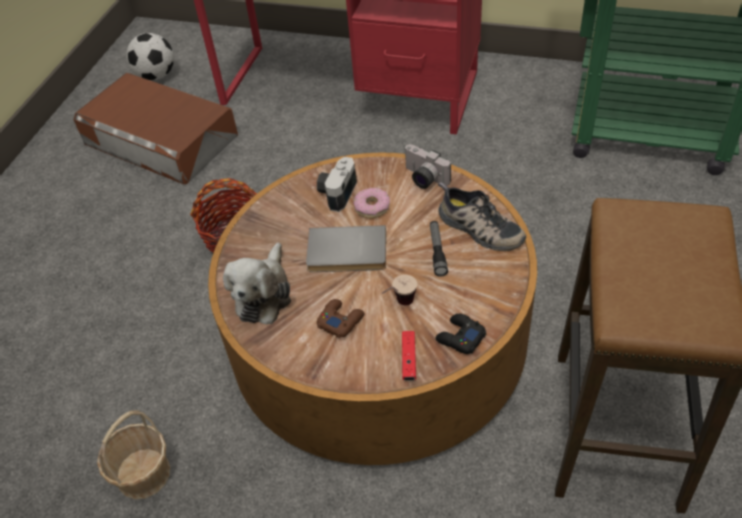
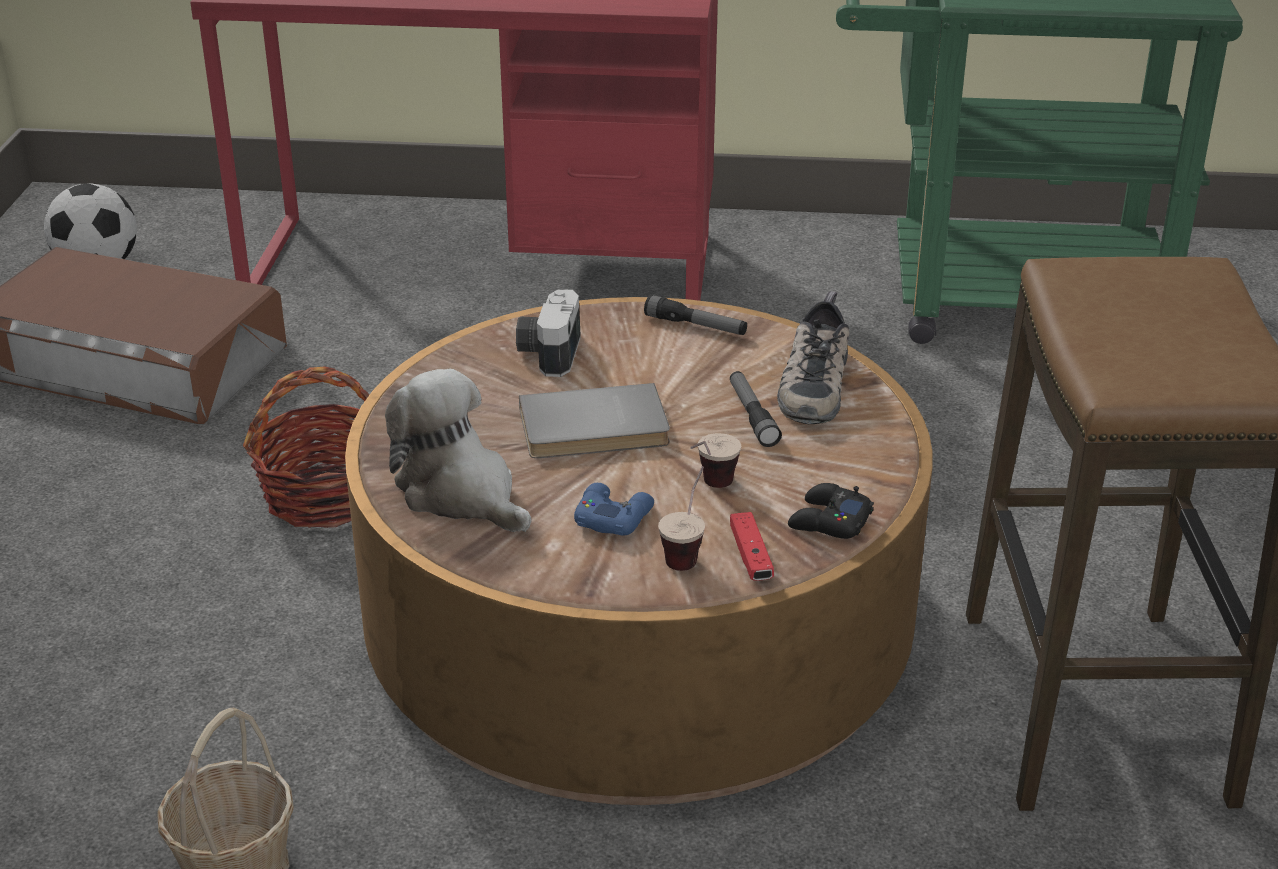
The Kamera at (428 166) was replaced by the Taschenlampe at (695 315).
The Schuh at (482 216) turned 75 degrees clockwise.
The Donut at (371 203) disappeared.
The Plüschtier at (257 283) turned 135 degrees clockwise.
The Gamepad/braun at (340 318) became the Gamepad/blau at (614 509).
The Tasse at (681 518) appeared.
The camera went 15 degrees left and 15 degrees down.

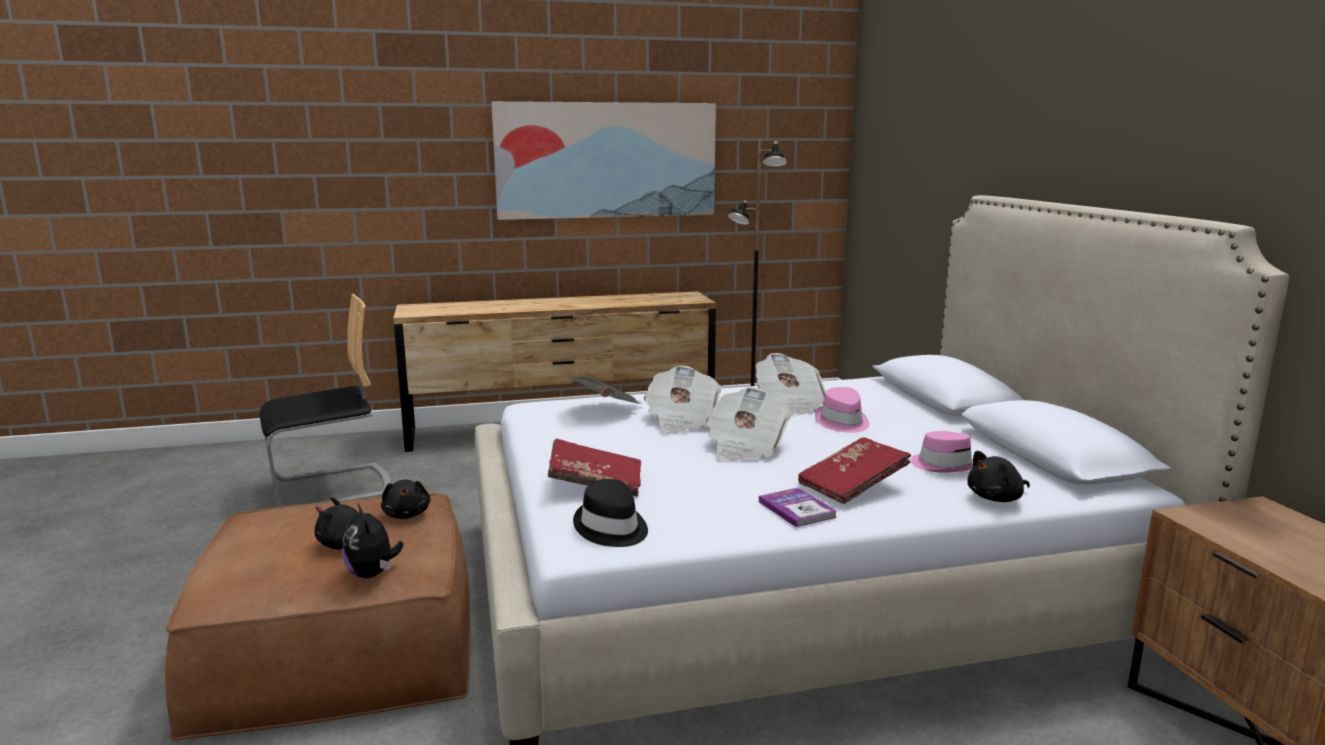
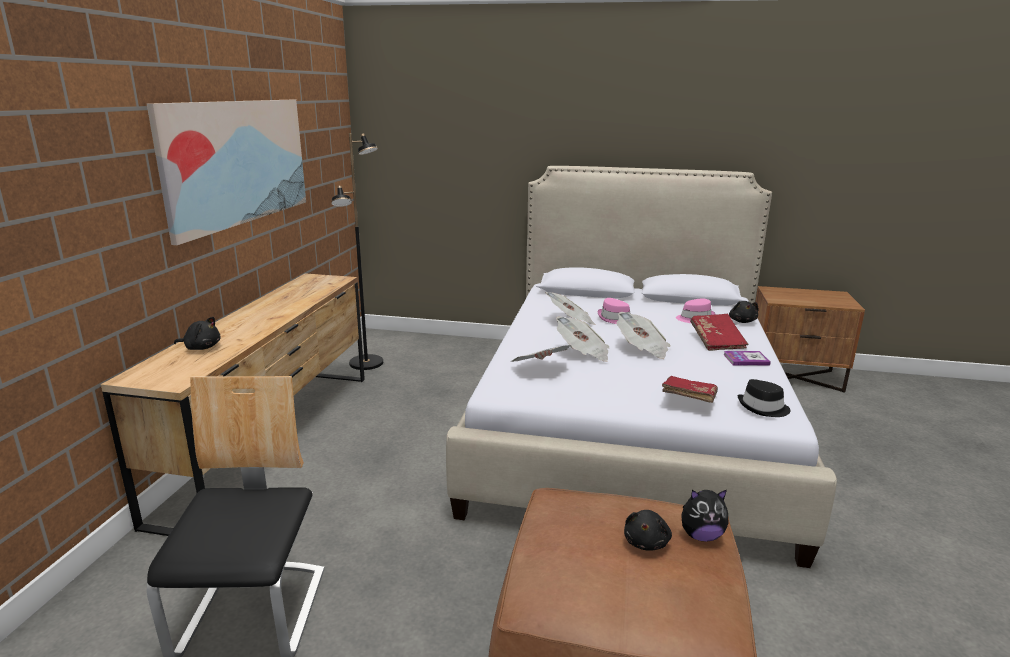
The Plüschtier/schwarz moved from (406 499) to (197 333).
The camera went 65 degrees left and 5 degrees up.

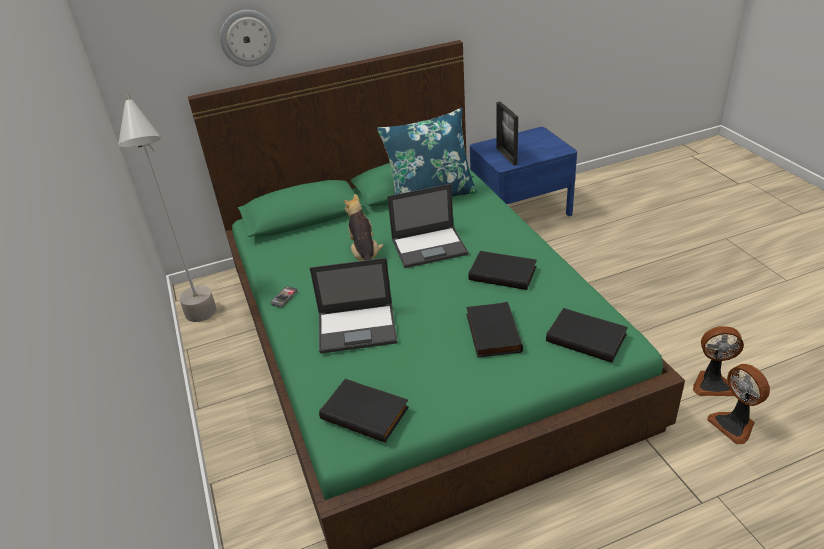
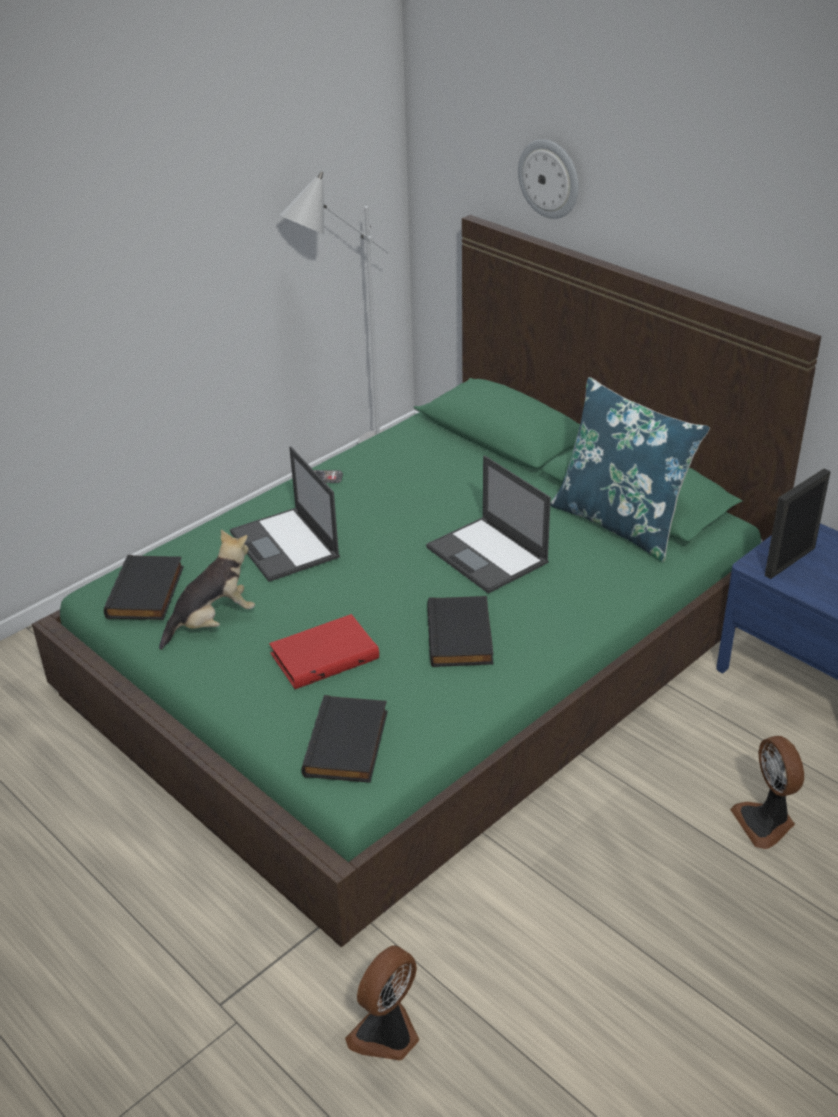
The Plüschtier moved from (363 227) to (207 590).
The Buch/schwarz at (494 330) became the Buch/rot at (324 651).
The Ventilator moved from (718 361) to (767 792).
The camera went 65 degrees right and 0 degrees up.

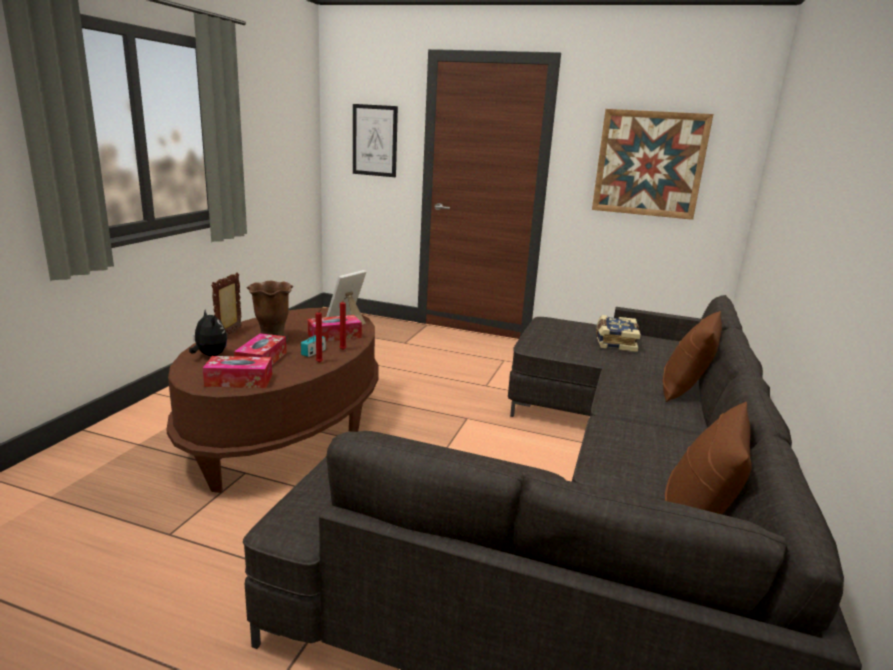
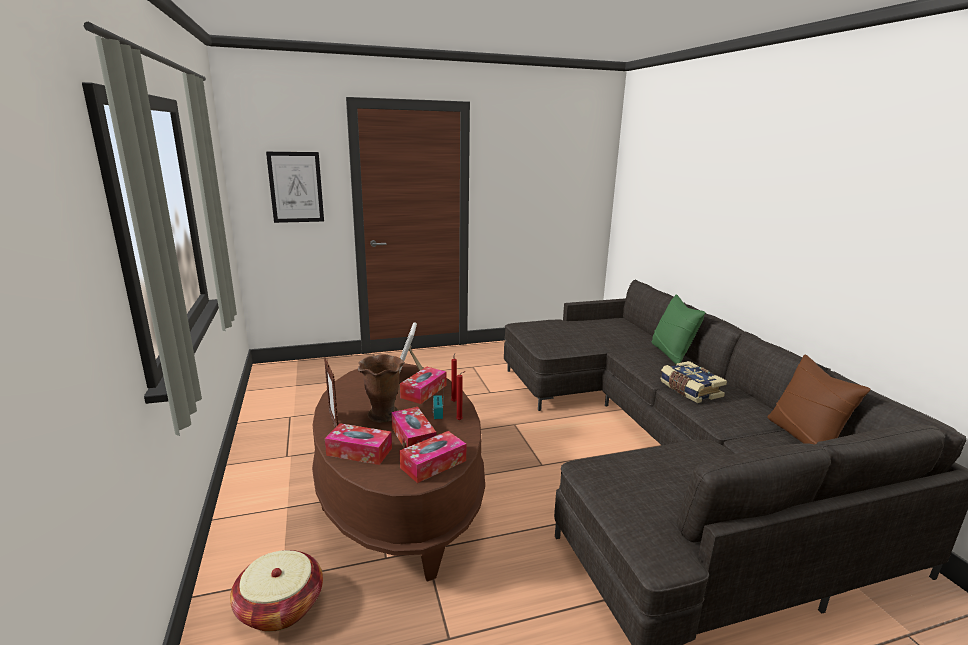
The Bild at (652 164) disappeared.
The Plüschtier at (208 332) was replaced by the Taschentuchbox at (358 444).
The Kissen/braun at (692 356) became the Kissen/grün at (679 329).
The Buch moved from (618 333) to (693 382).
The Korb at (276 591) appeared.
The camera went 35 degrees left and 0 degrees up.

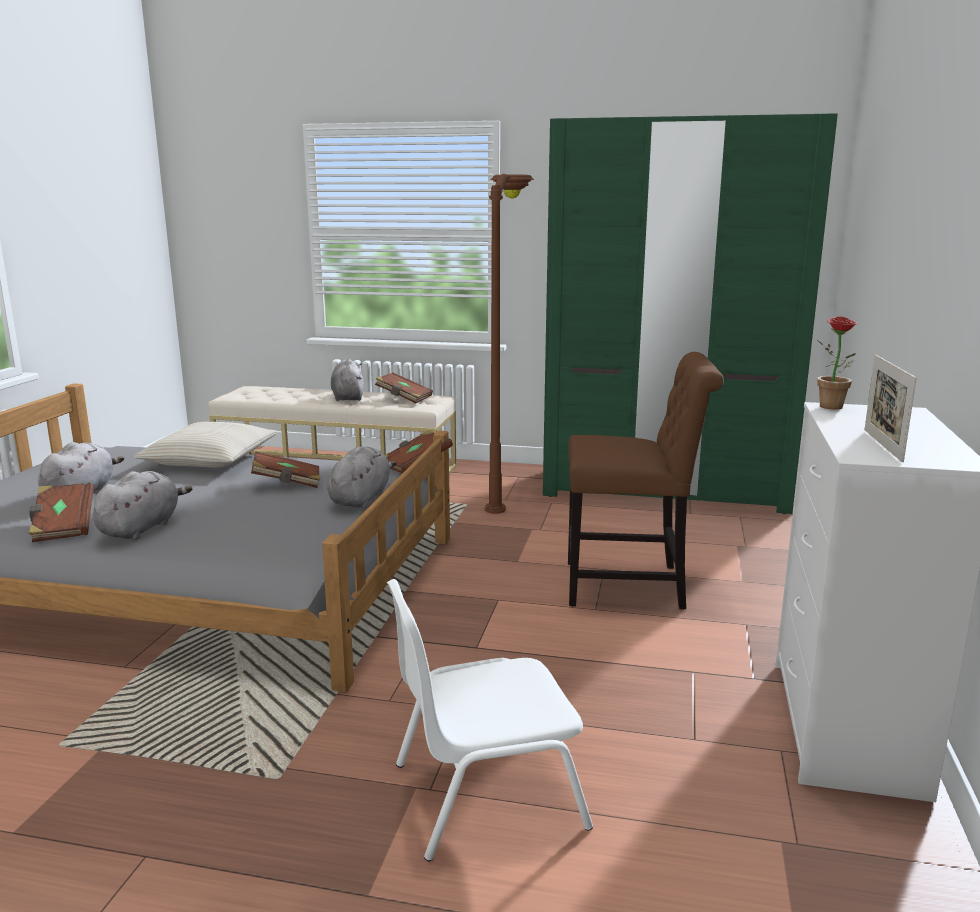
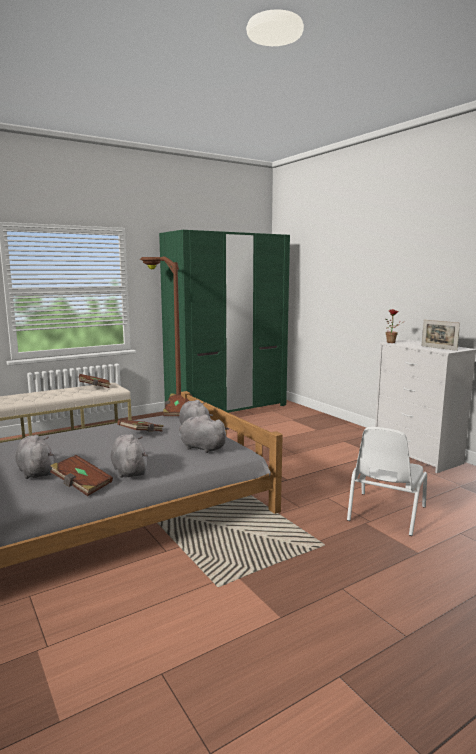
The Stuhl/braun at (646 481) disappeared.
The Plüschtier/grau moved from (347 380) to (204 434).
The Kissen/beige at (206 445) disappeared.
The camera went 45 degrees left and 5 degrees down.

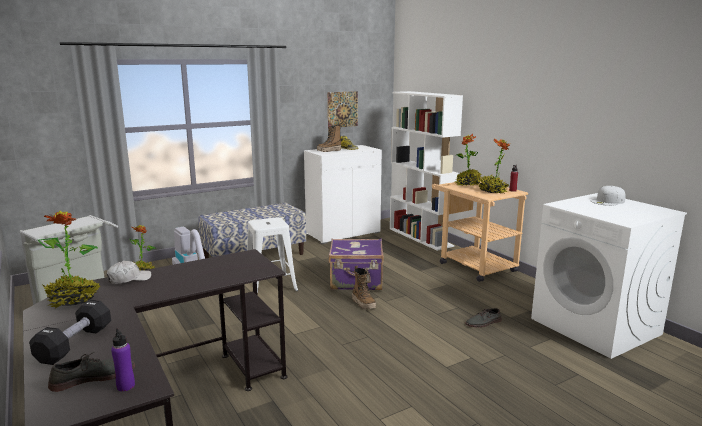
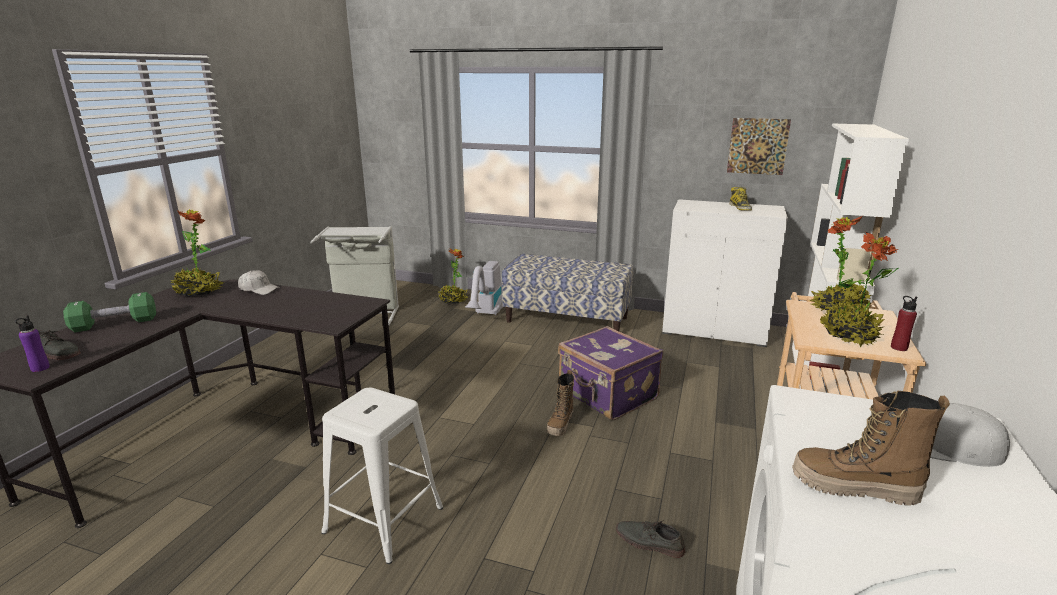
The Stiefel moved from (329 138) to (871 448).
The Hocker/weiß moved from (272 256) to (382 476).
The Hantel/schwarz at (70 332) became the Hantel/grün at (109 312).
The camera went 50 degrees right and 5 degrees up.

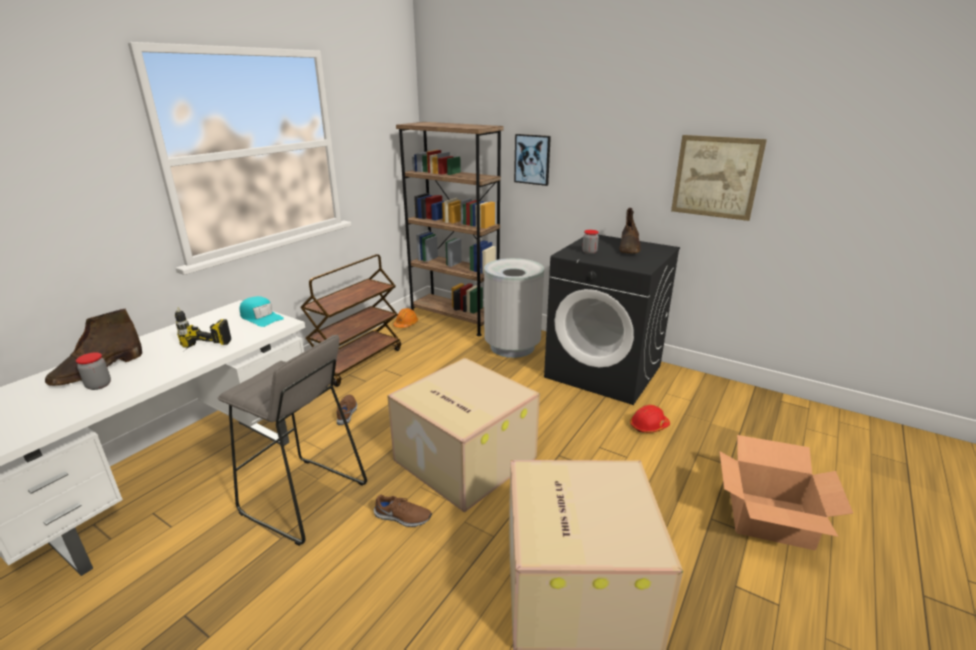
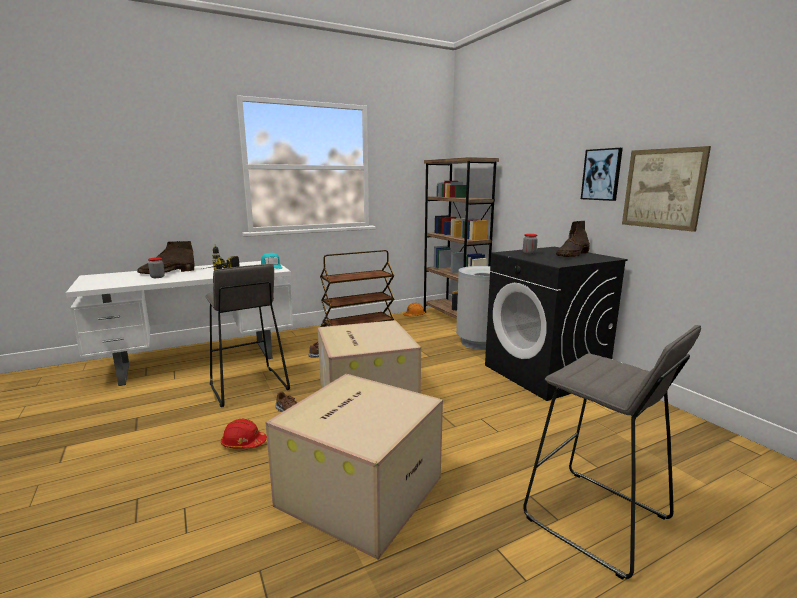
The Bild moved from (532 160) to (602 174).
The Schutzhelm/rot moved from (650 419) to (244 434).
The Karton at (786 492) was replaced by the Hocker/grau at (612 452).
The camera went 30 degrees right and 10 degrees down.

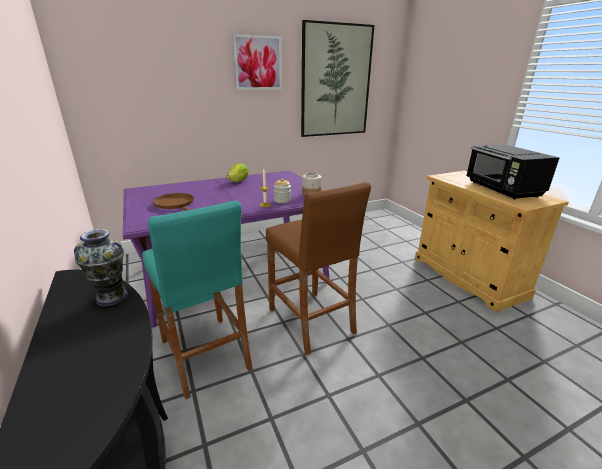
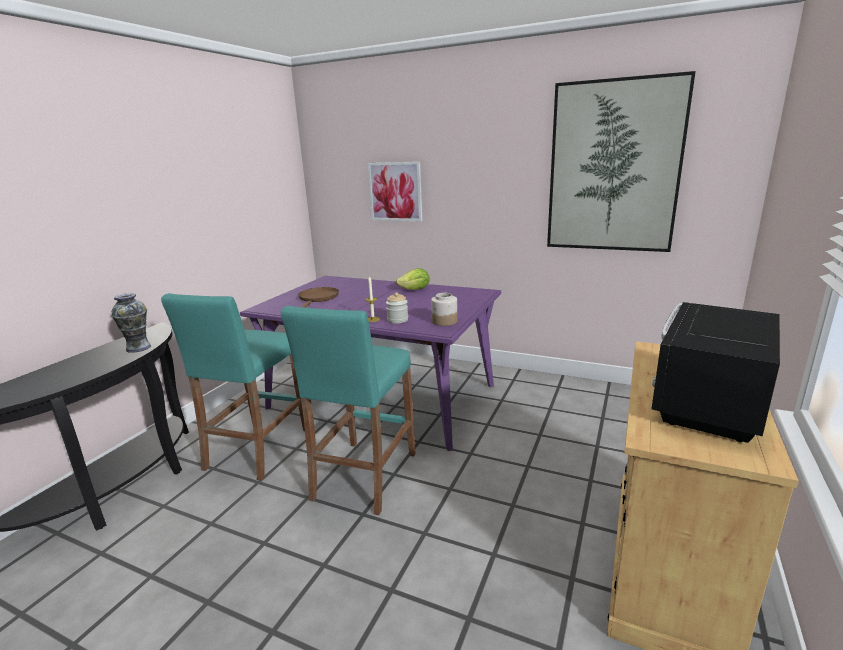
The Bild moved from (257 62) to (395 191).
The Hocker/braun at (318 268) became the Hocker/türkis at (348 410).
The camera went 50 degrees right and 5 degrees down.

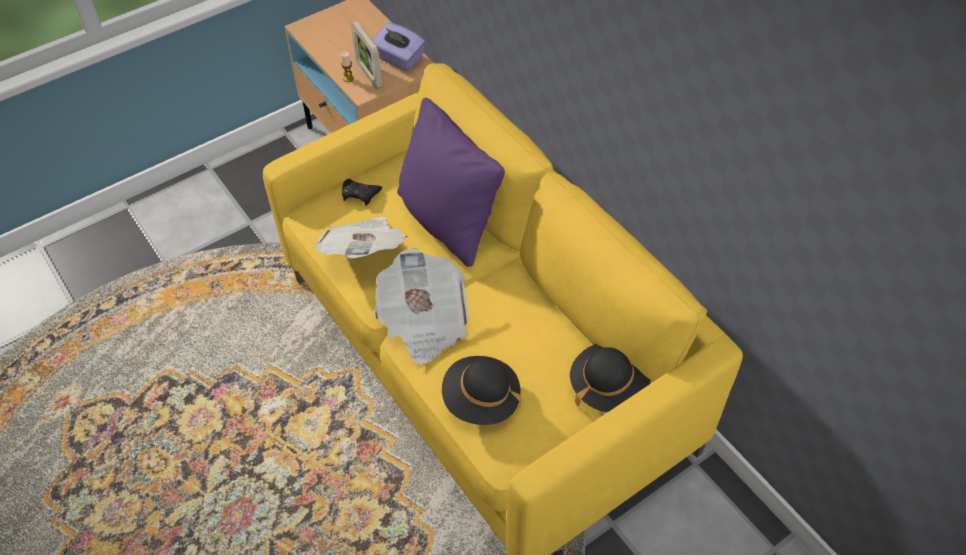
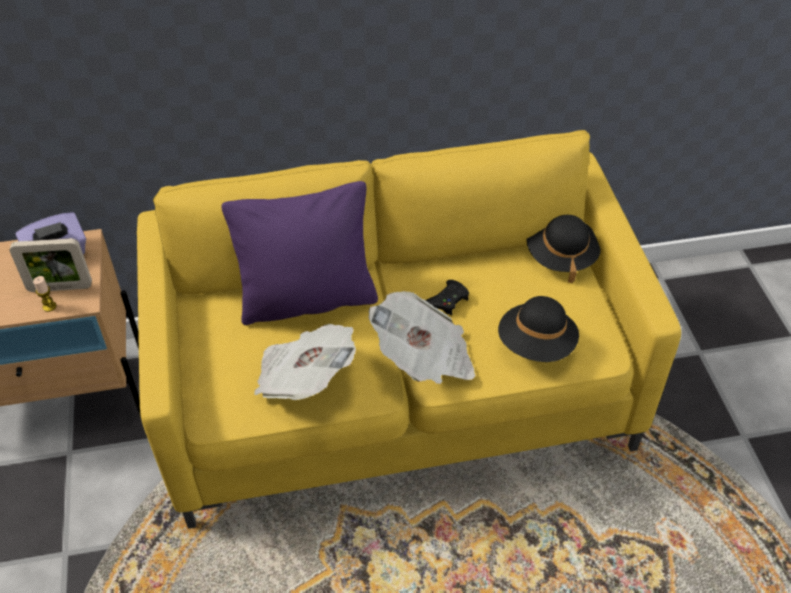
The Gamepad/schwarz moved from (362 192) to (447 297).
The camera went 65 degrees left and 5 degrees down.

